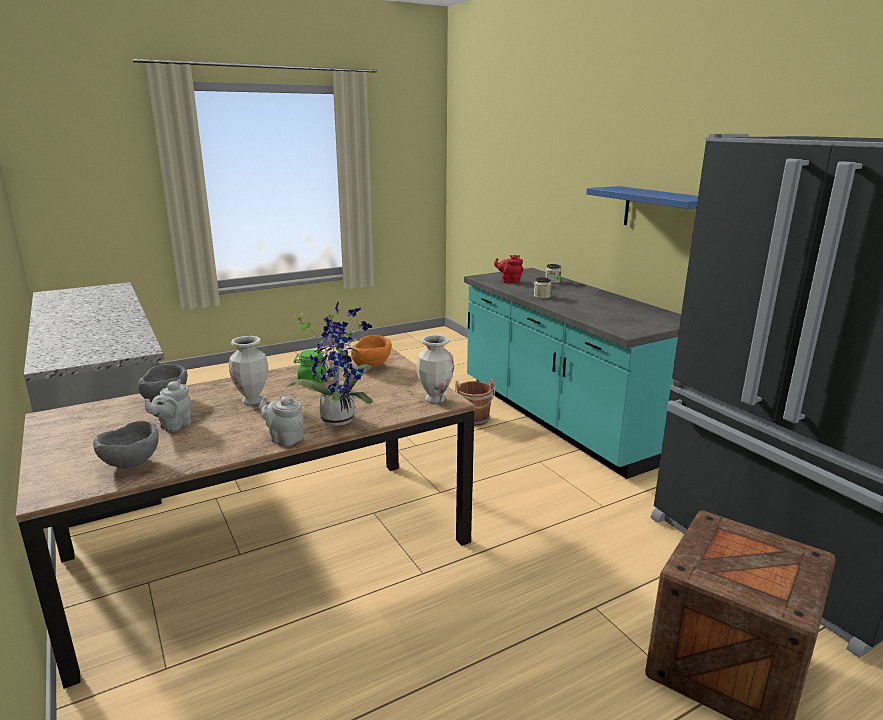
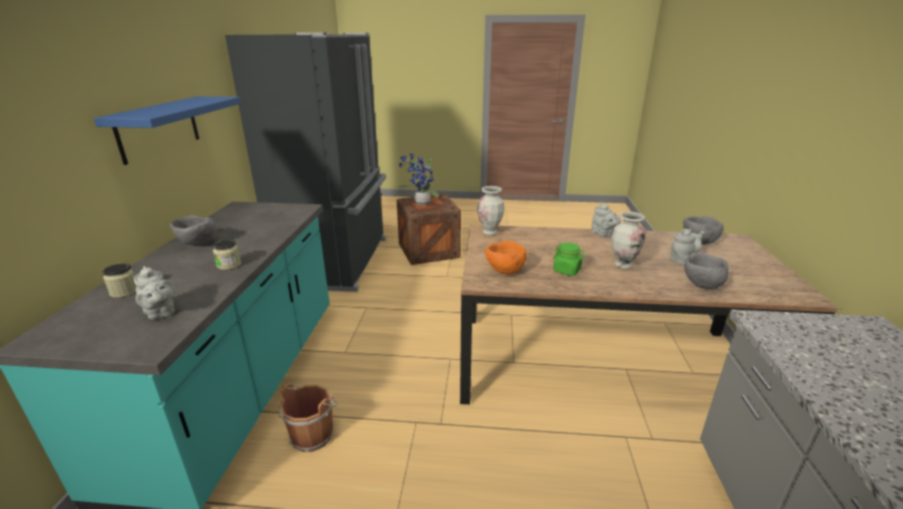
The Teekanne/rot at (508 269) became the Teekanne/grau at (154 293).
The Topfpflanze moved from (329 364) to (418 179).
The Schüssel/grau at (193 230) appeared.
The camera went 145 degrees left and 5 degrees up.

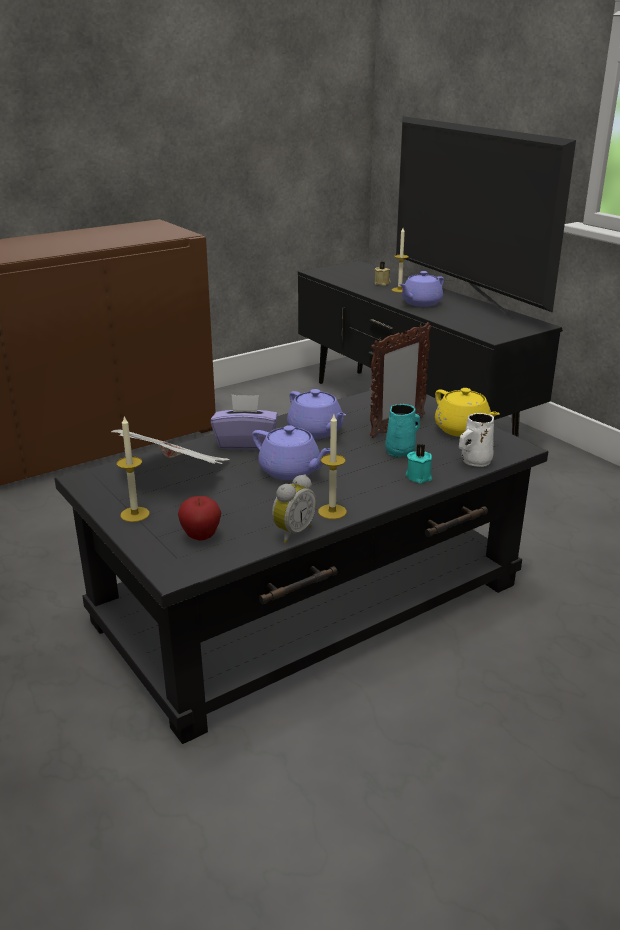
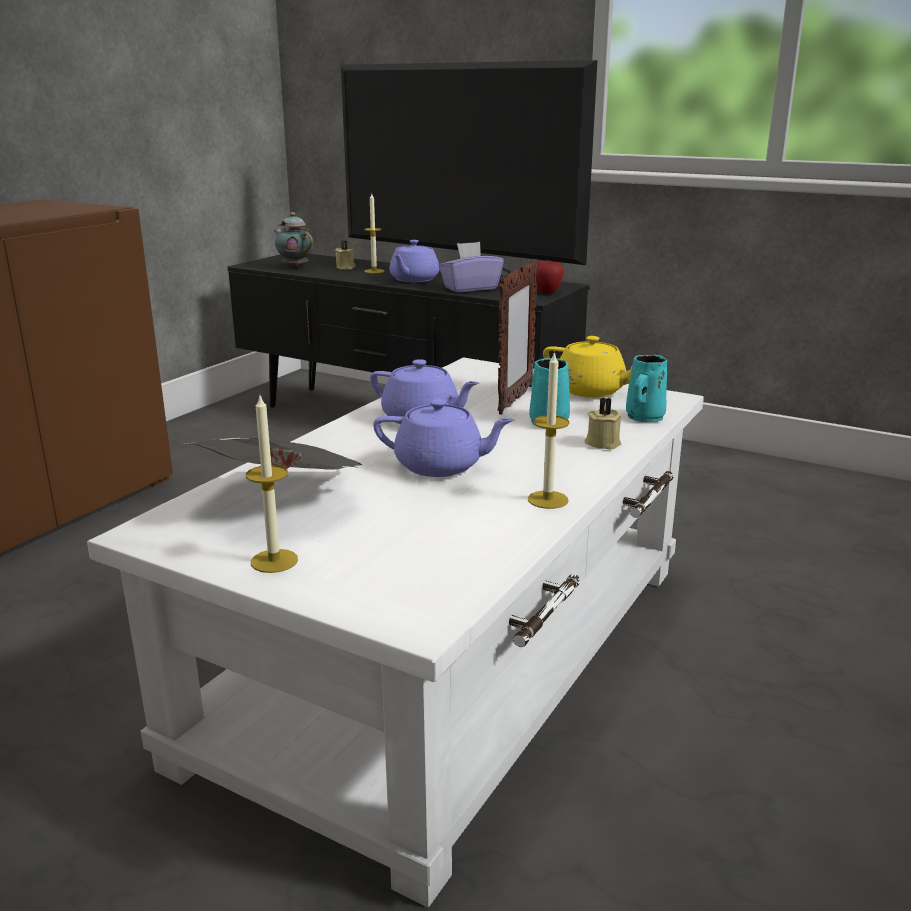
The Couchtisch/schwarz at (301 567) became the Couchtisch/weiß at (395 632).
The Taschentuchbox/lila moved from (244 421) to (471 267).
The Henkelbecher/weiß at (476 440) became the Henkelbecher/türkis at (646 388).
The Kerze/türkis at (419 463) became the Kerze/beige at (602 423).
The Wecker at (294 508) disappeared.
The Apfel moved from (199 518) to (550 277).
The Teekanne at (294 240) appeared.
The camera went 25 degrees left and 5 degrees down.

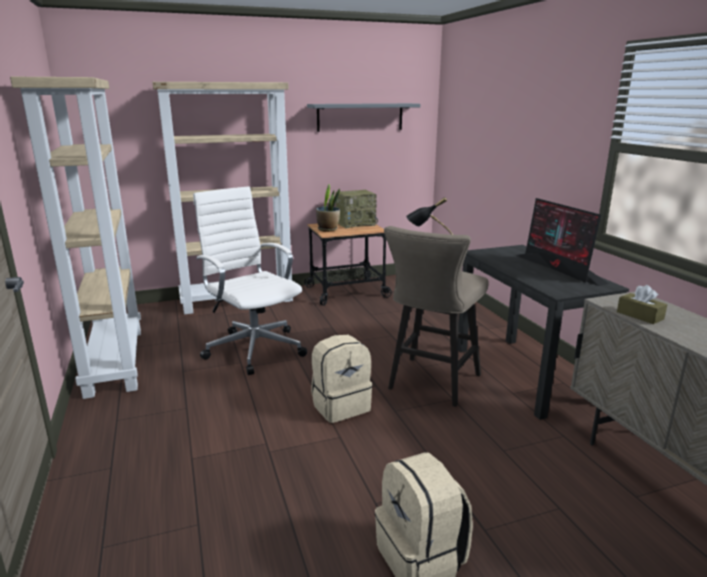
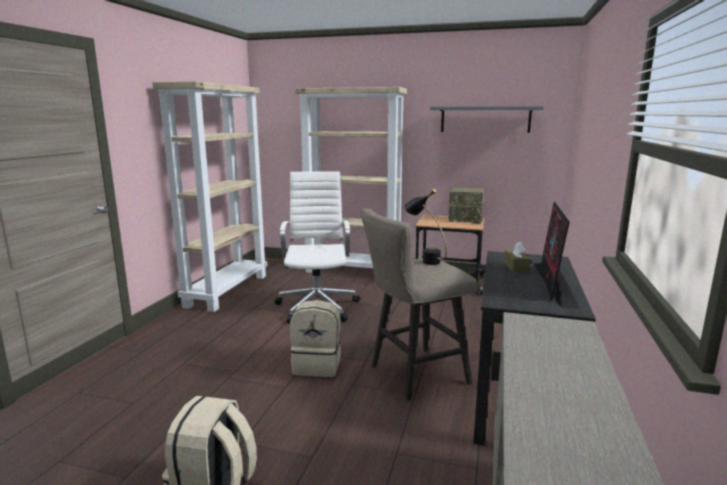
The Topfpflanze at (328 208) disappeared.
The Taschentuchbox/braun moved from (642 304) to (517 257).
The camera went 35 degrees right and 5 degrees down.

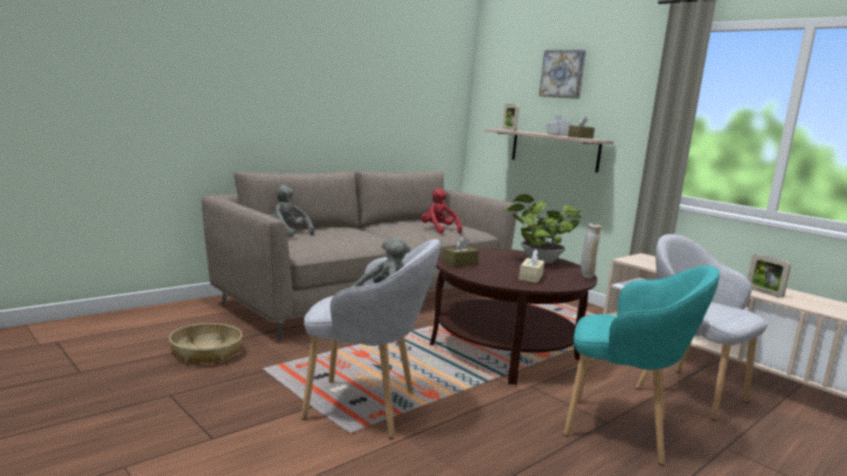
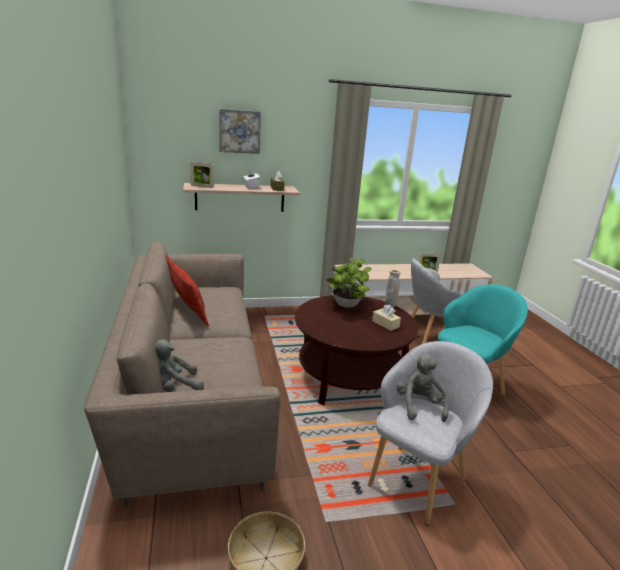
The Plüschtier/rot at (441 211) disappeared.
The Taschentuchbox/braun at (460 251) disappeared.
The Kissen at (187 291) appeared.
The camera went 60 degrees left and 10 degrees up.

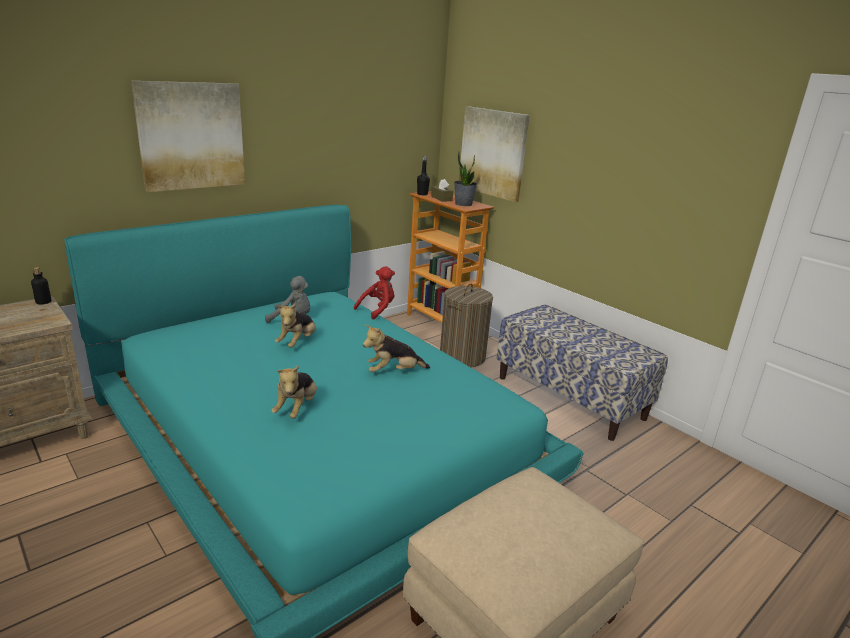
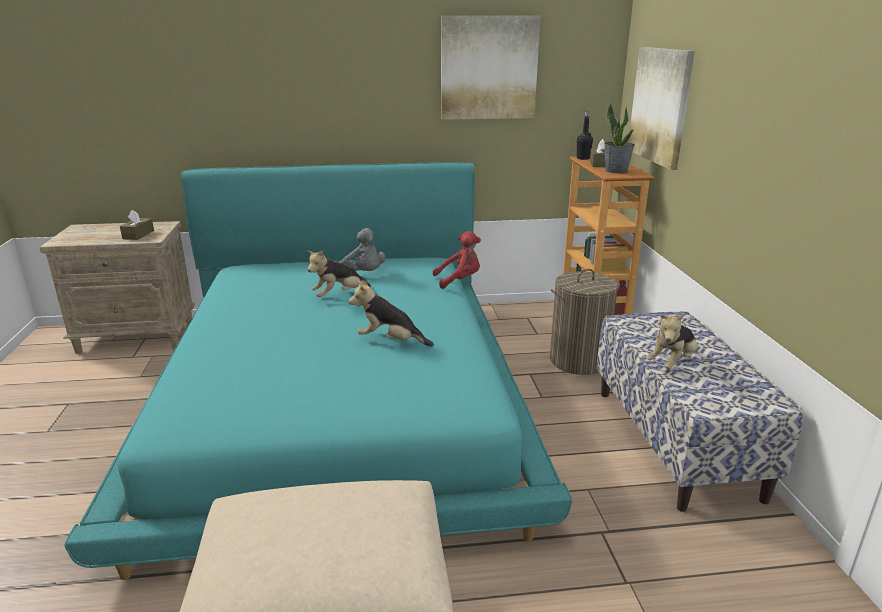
The Bild moved from (188 136) to (490 67).
The Flasche at (41 286) disappeared.
The Plüschtier moved from (294 392) to (672 341).
The Taschentuchbox/braun at (137 225) appeared.
The camera went 35 degrees right and 0 degrees up.

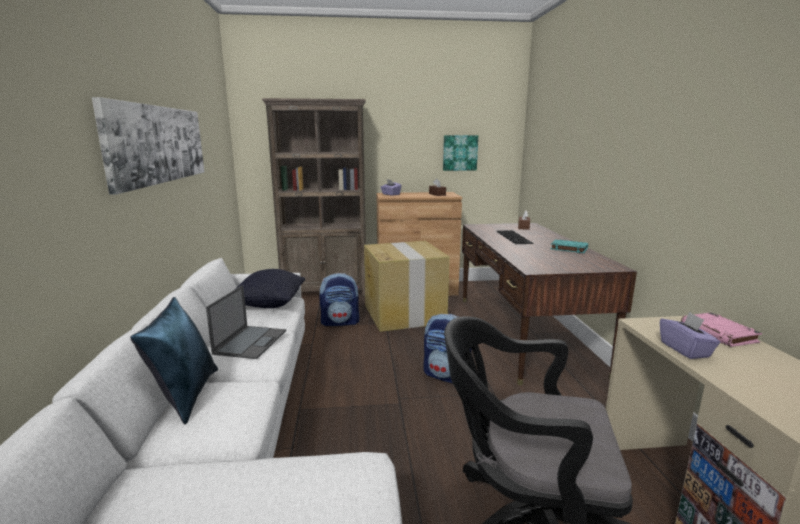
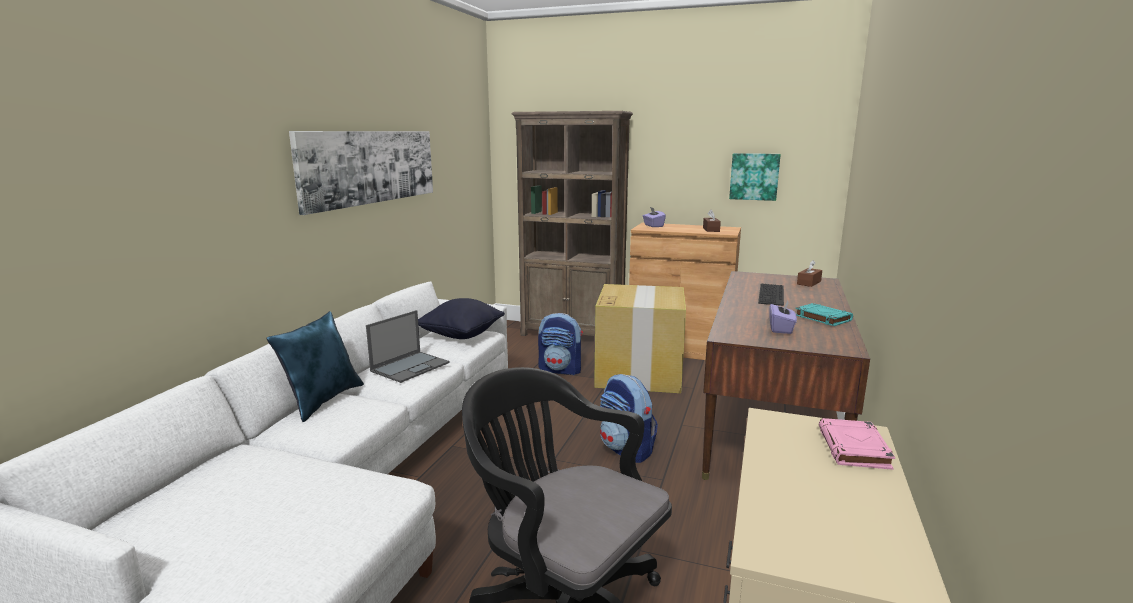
The Taschentuchbox/lila moved from (690 335) to (783 317).
The camera went 25 degrees right and 0 degrees up.

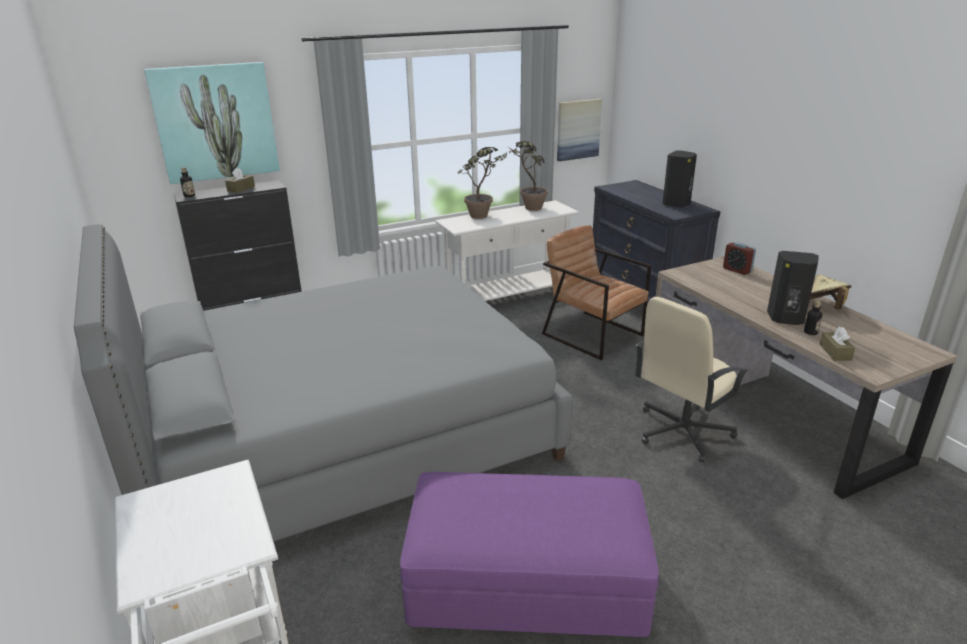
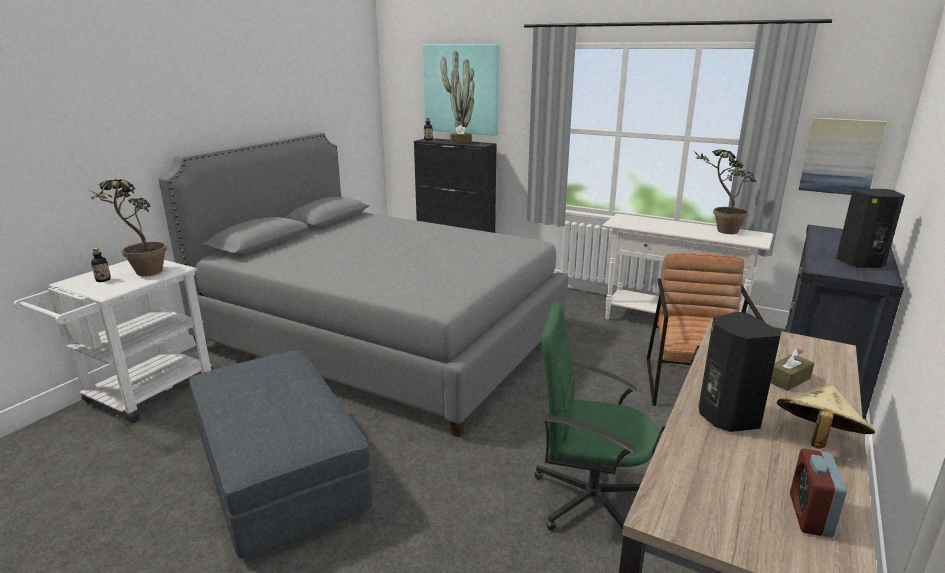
The Topfpflanze moved from (482 183) to (127 227).
The Wecker moved from (739 258) to (818 493).
The Bürostuhl/beige at (691 379) became the Bürostuhl/grün at (597 416).
The Flasche moved from (813 318) to (101 265).
The Taschentuchbox/braun moved from (837 344) to (792 369).
The Polsterhocker/lila at (529 554) became the Polsterhocker/grau at (281 454).
The camera went 55 degrees right and 5 degrees down.

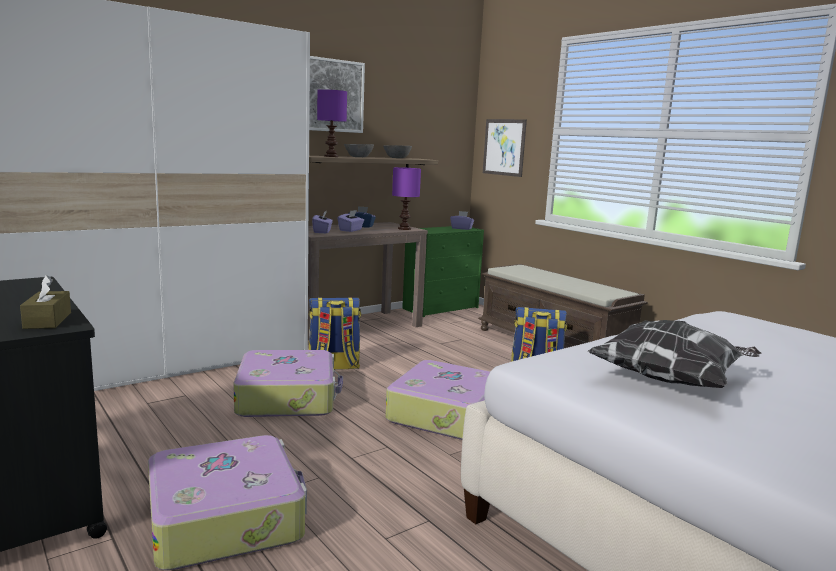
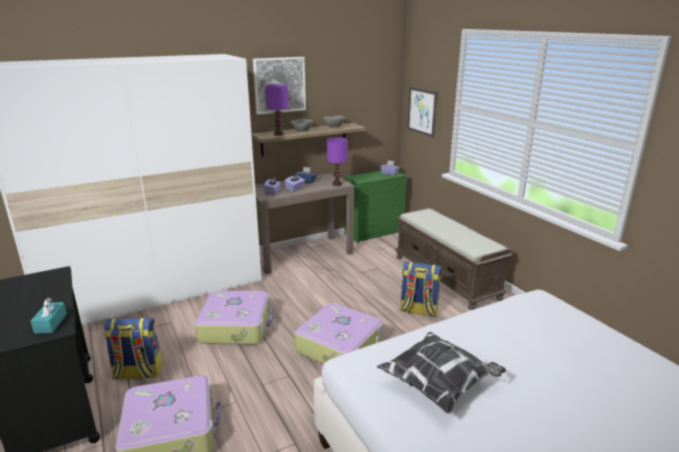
The Taschentuchbox/braun at (45 302) became the Taschentuchbox/türkis at (49 316).
The Rucksack moved from (335 334) to (133 349).
The camera went 10 degrees right and 10 degrees up.

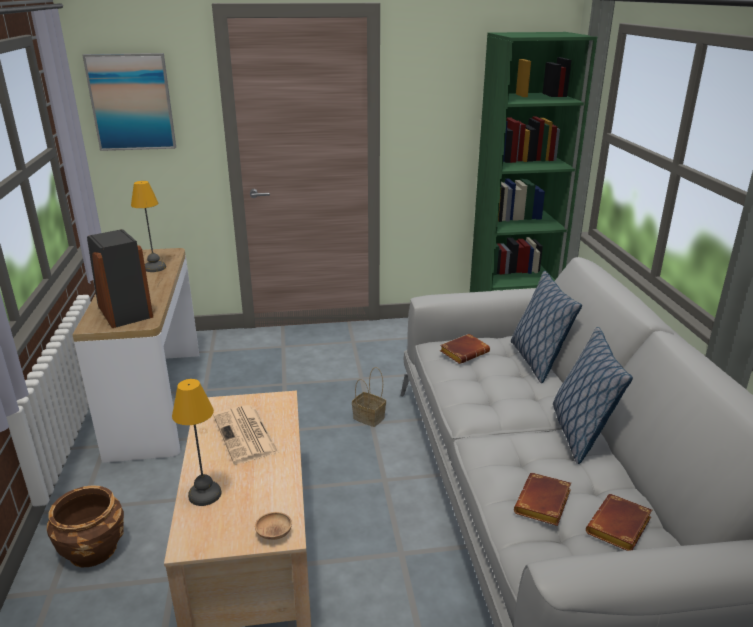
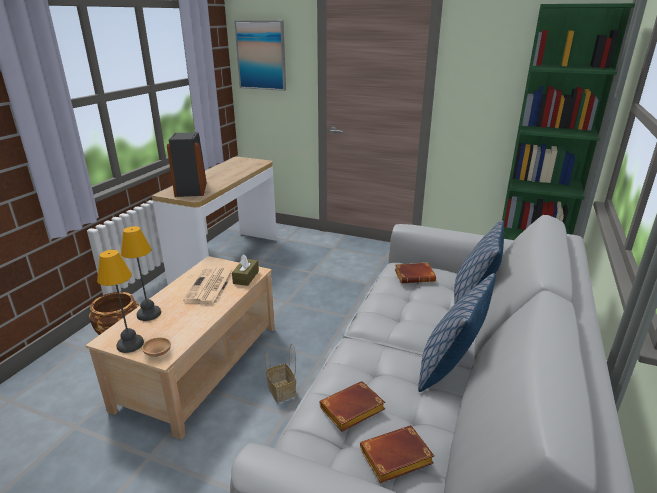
The Tischlampe moved from (148 226) to (120 301).
The Korb moved from (369 397) to (280 373).
The Taschentuchbox/braun at (245 270) appeared.
The camera went 30 degrees right and 0 degrees up.

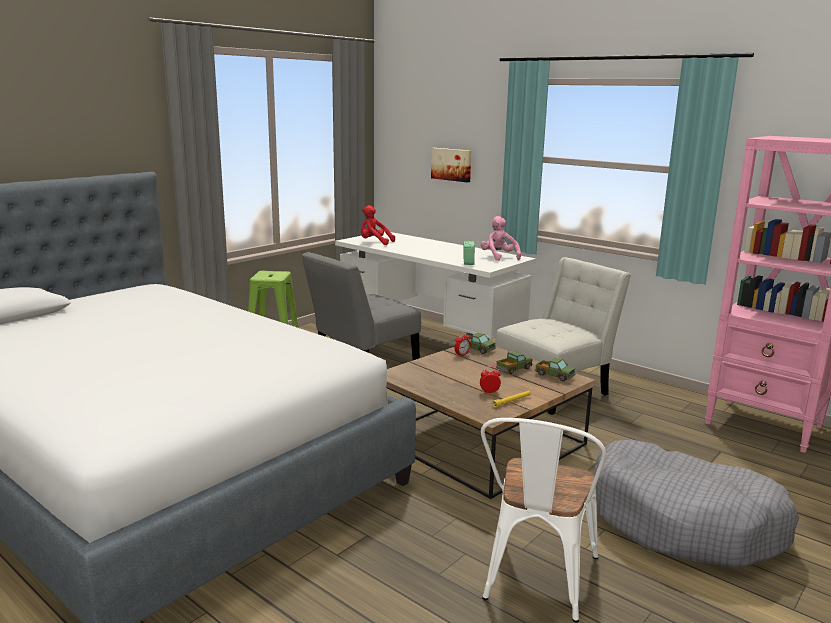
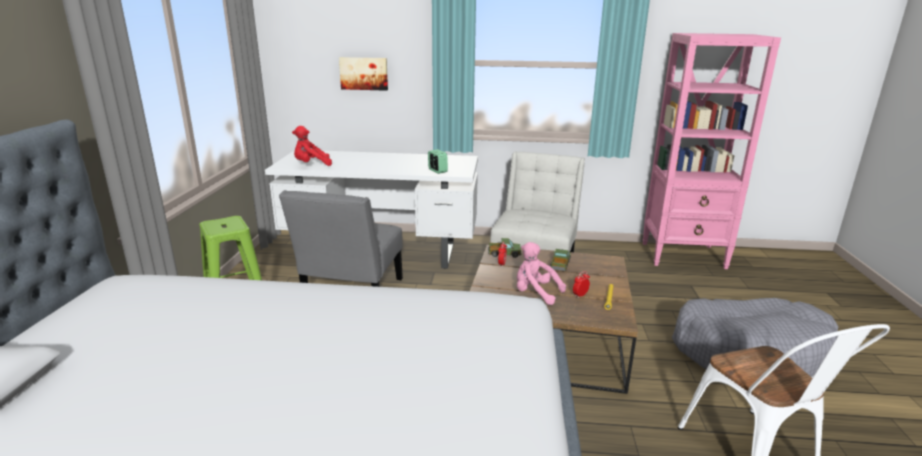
The Plüschtier/rosa moved from (501 238) to (541 273).
The Spielzeuglaster at (555 369) disappeared.
The camera went 35 degrees left and 5 degrees up.

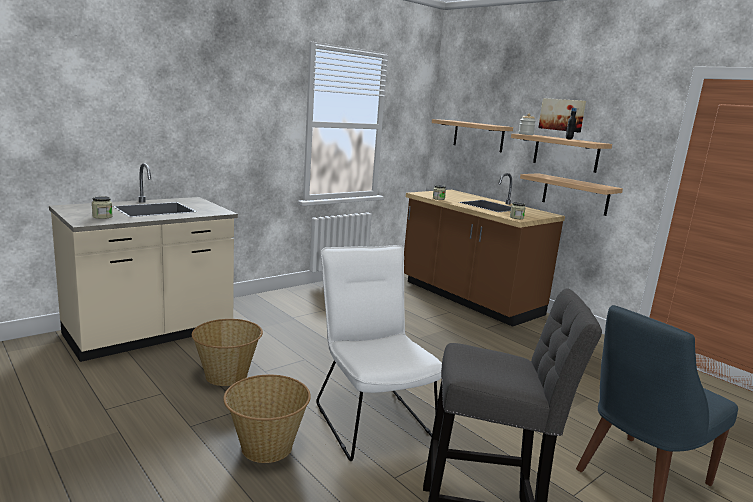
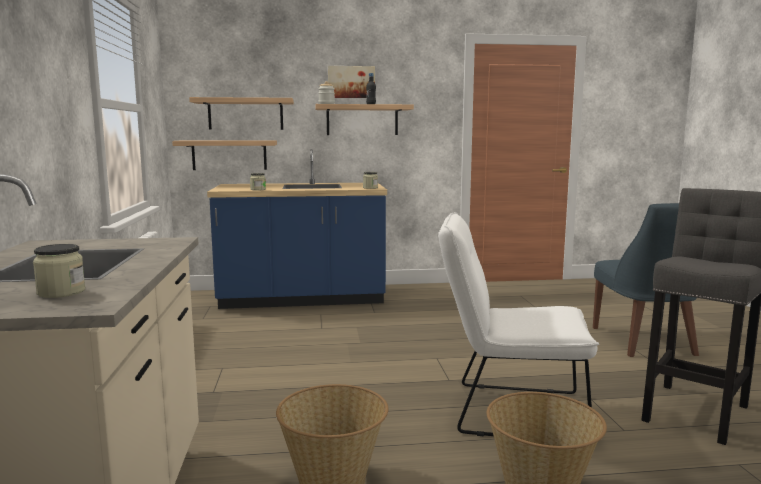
The Küchenzeile/braun at (484 250) became the Küchenzeile/blau at (297 229).
The Wandregal moved from (571 194) to (224 155).
The camera went 55 degrees left and 5 degrees down.

